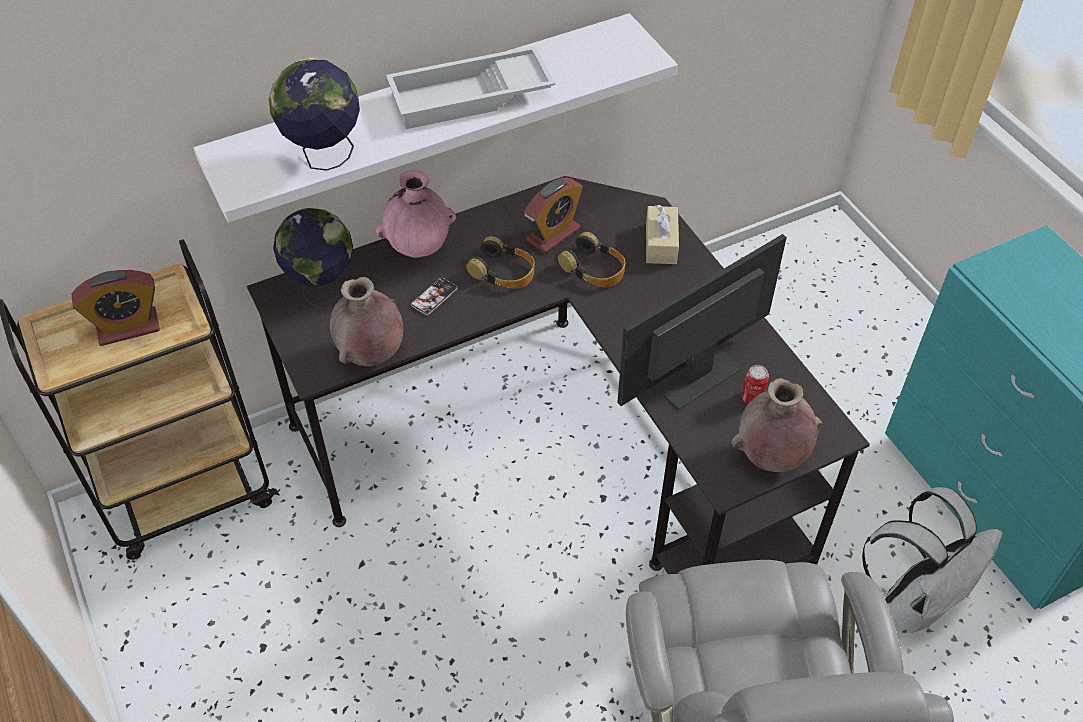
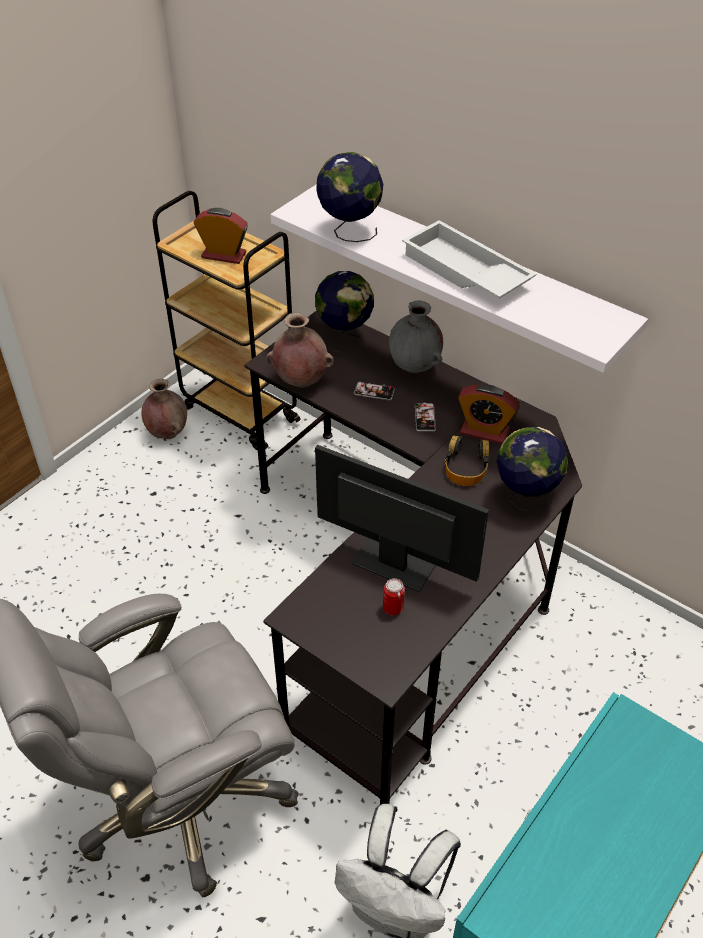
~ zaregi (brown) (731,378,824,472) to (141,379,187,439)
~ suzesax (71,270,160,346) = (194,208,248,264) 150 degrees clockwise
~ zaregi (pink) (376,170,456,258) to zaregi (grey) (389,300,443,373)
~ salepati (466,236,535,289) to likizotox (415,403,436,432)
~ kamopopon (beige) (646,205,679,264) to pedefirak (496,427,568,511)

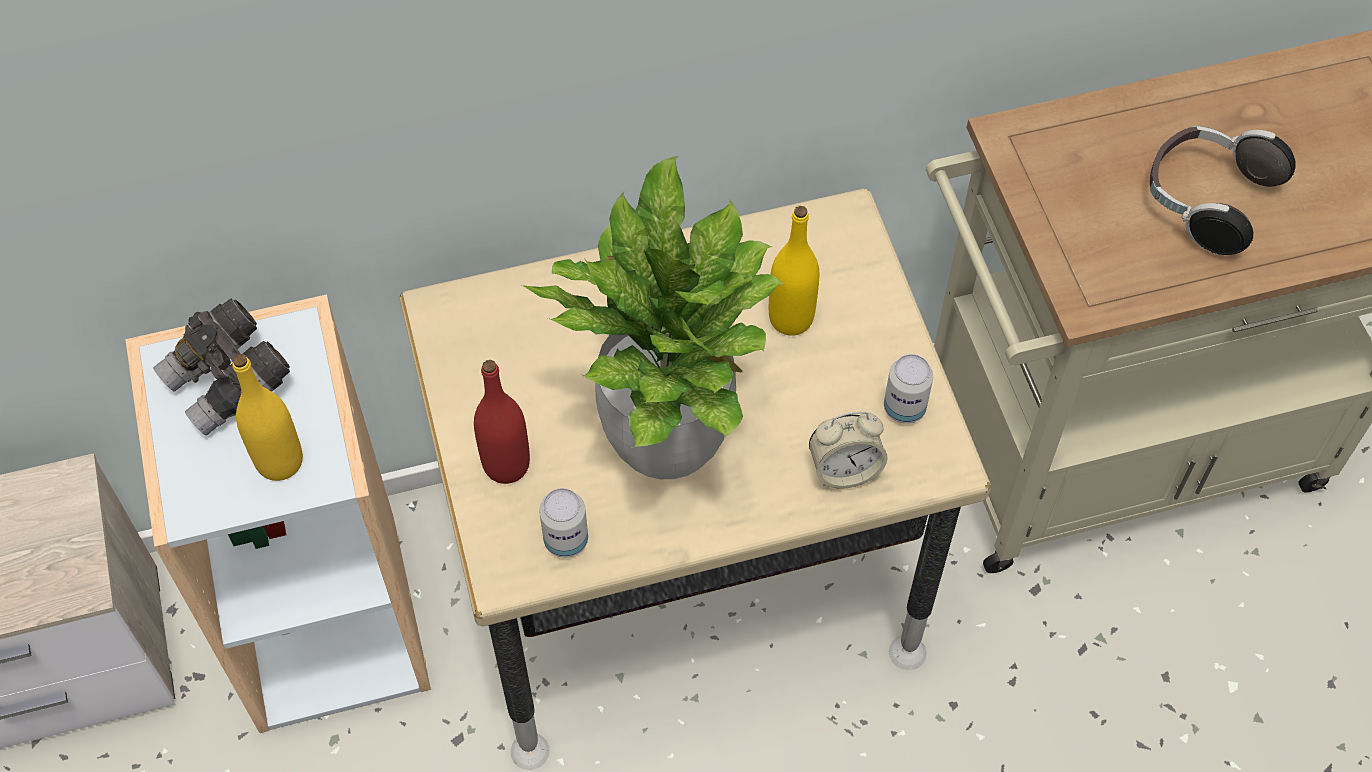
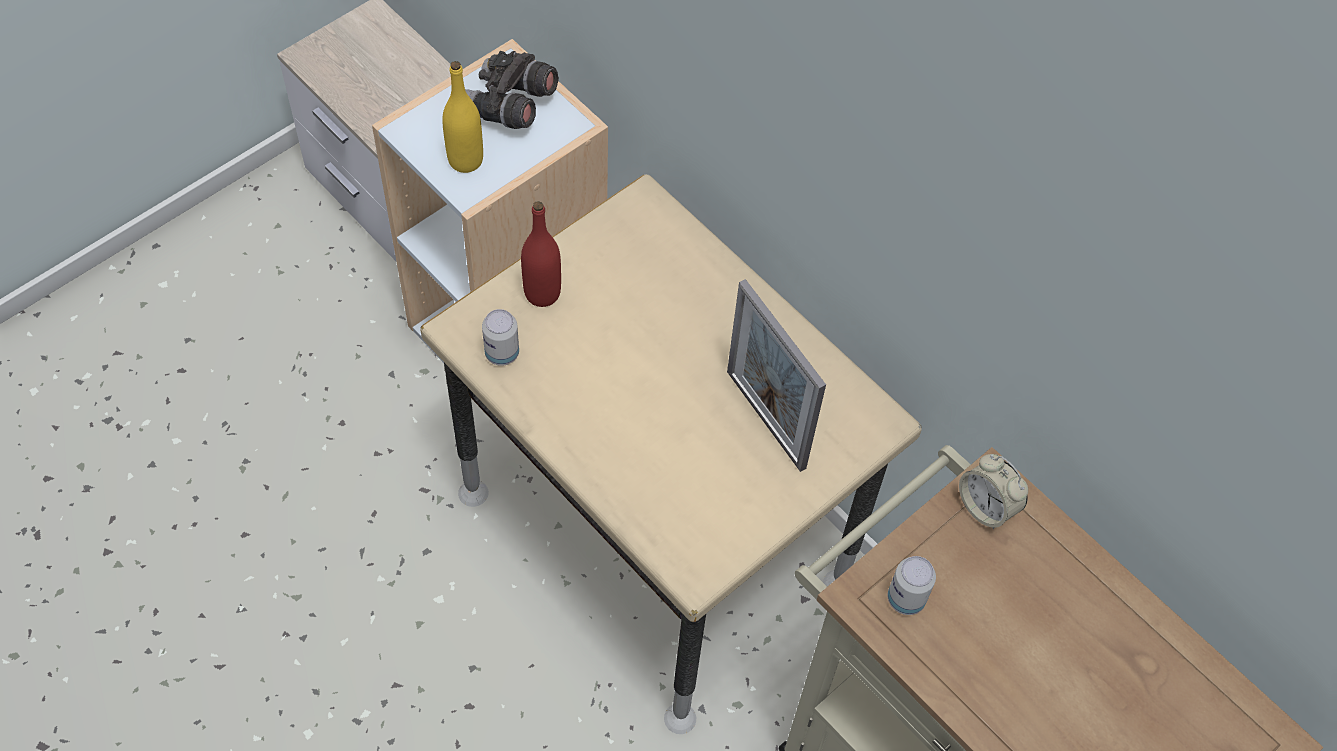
~ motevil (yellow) (769,206,819,336) to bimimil (727,279,826,472)
~ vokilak (884,354,933,424) to (888,556,936,615)
~ suzesax (809,412,888,489) to (959,454,1028,529)
- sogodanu (520,156,783,479)
- salepati (1150,126,1296,255)

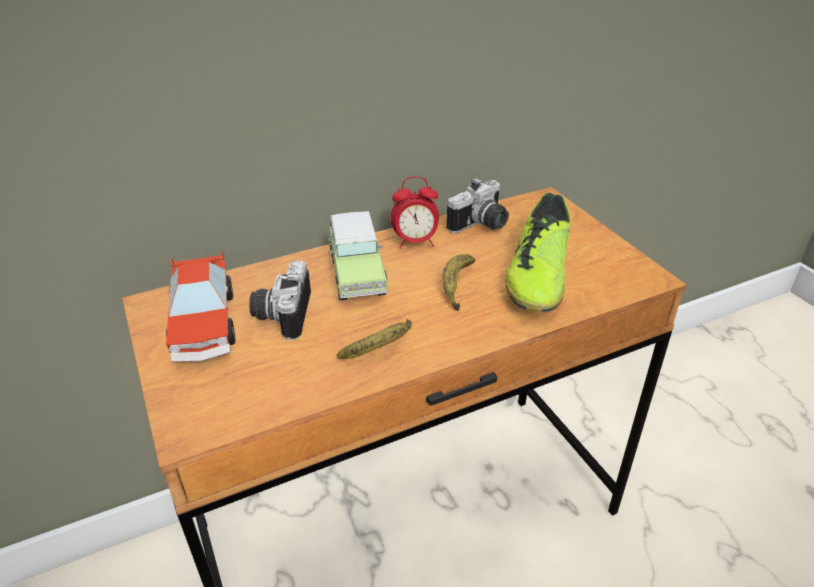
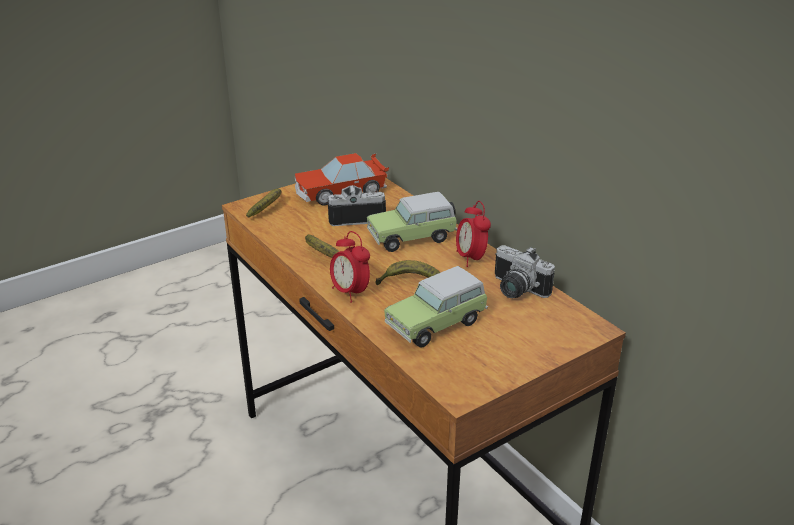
+ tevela (246,188,281,218)
+ suzesax (330,231,370,303)
~ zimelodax (505,193,571,312) to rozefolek (384,266,488,348)

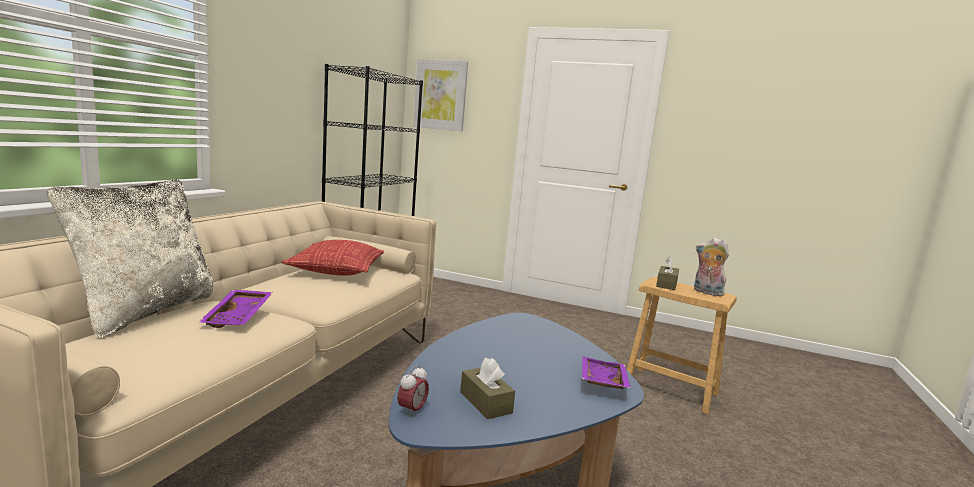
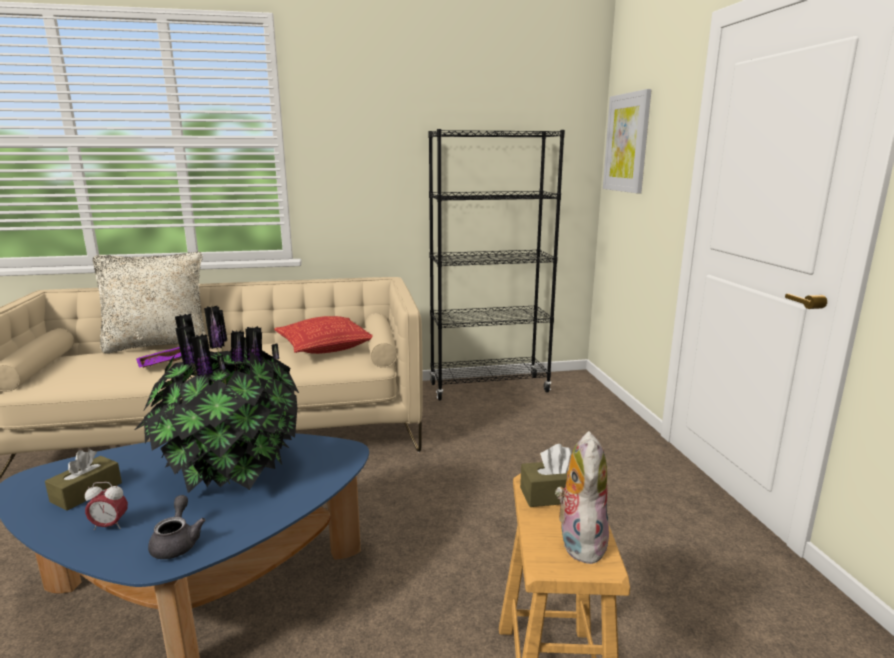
~ suzesax (397,365,429,418) to (85,482,128,530)
+ sogodanu (135,306,299,493)
~ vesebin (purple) (582,356,631,389) to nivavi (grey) (148,495,206,559)

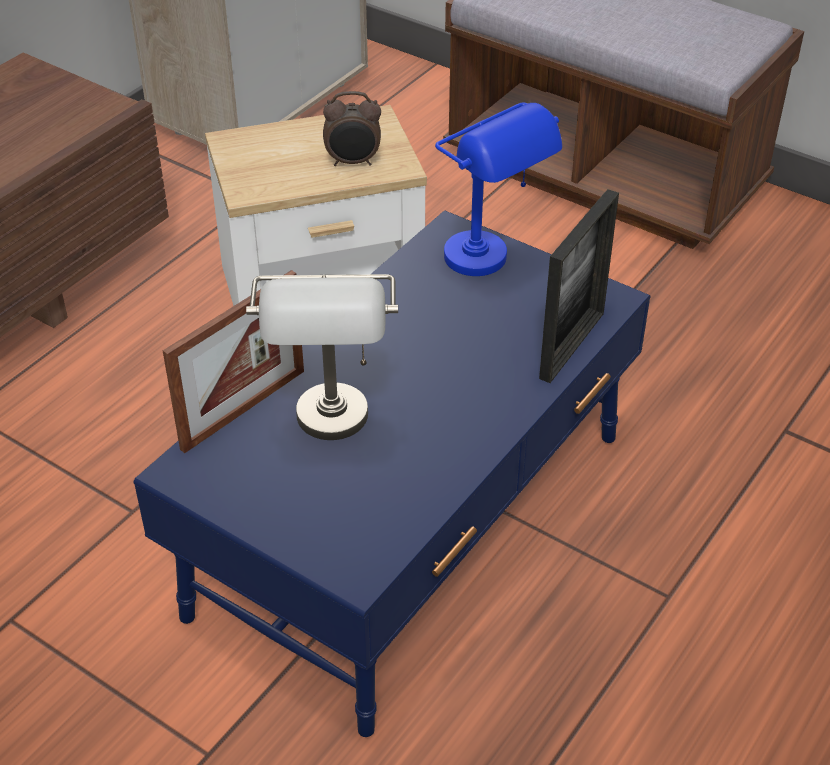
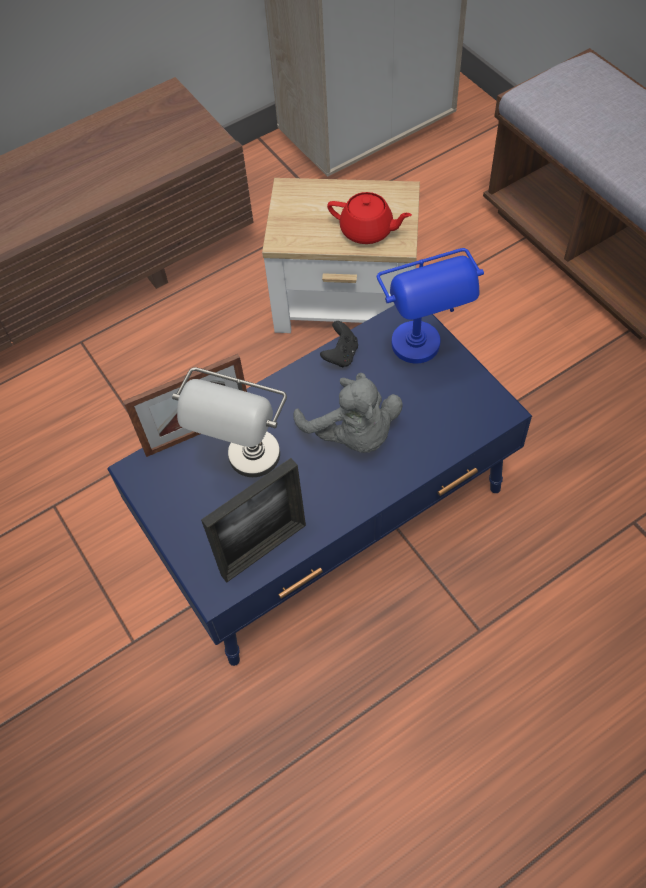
~ bimimil (539,189,619,383) to (201,458,306,583)
+ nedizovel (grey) (294,373,403,453)
+ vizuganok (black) (320,321,358,368)
~ suzesax (323,91,381,166) to nivavi (red) (327,192,412,244)

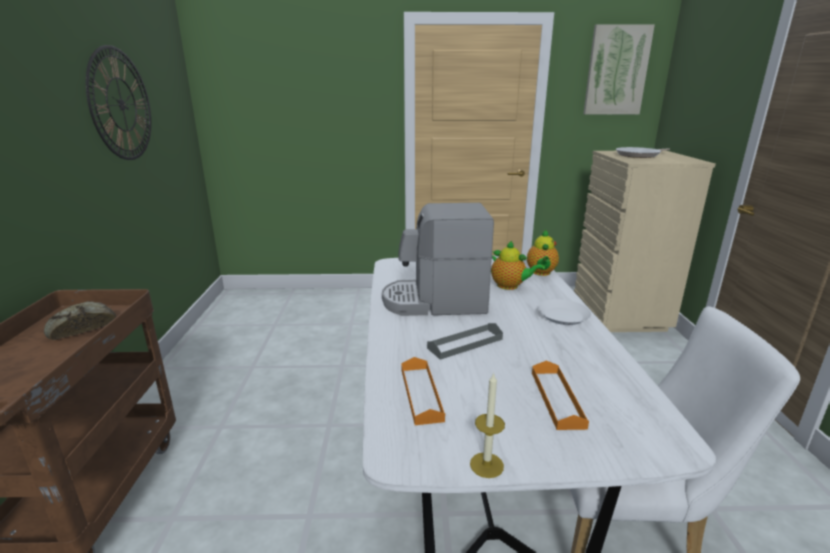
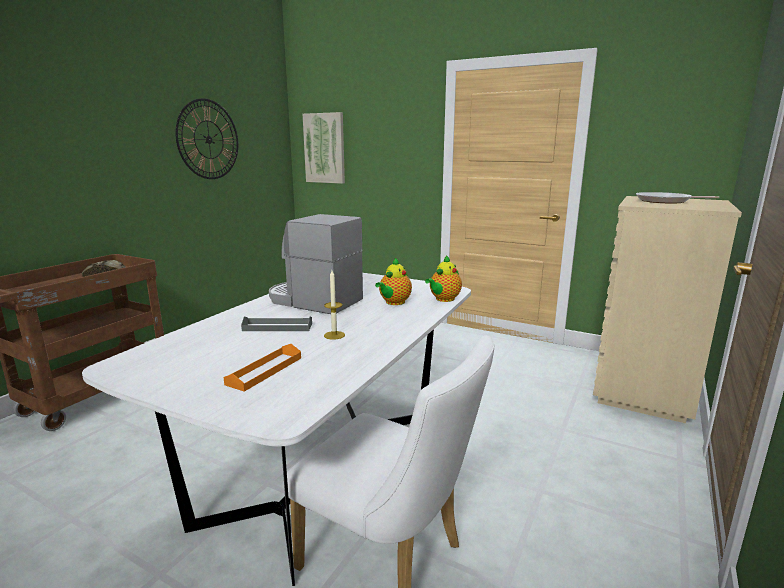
~ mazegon (583,24,655,114) to (303,112,345,184)
~ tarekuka (470,373,505,478) to (324,271,345,340)
~ nivavi (491,241,545,290) = (375,258,412,305) 60 degrees clockwise
- vesebin (orange) (401,357,445,425)
- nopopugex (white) (537,299,592,325)

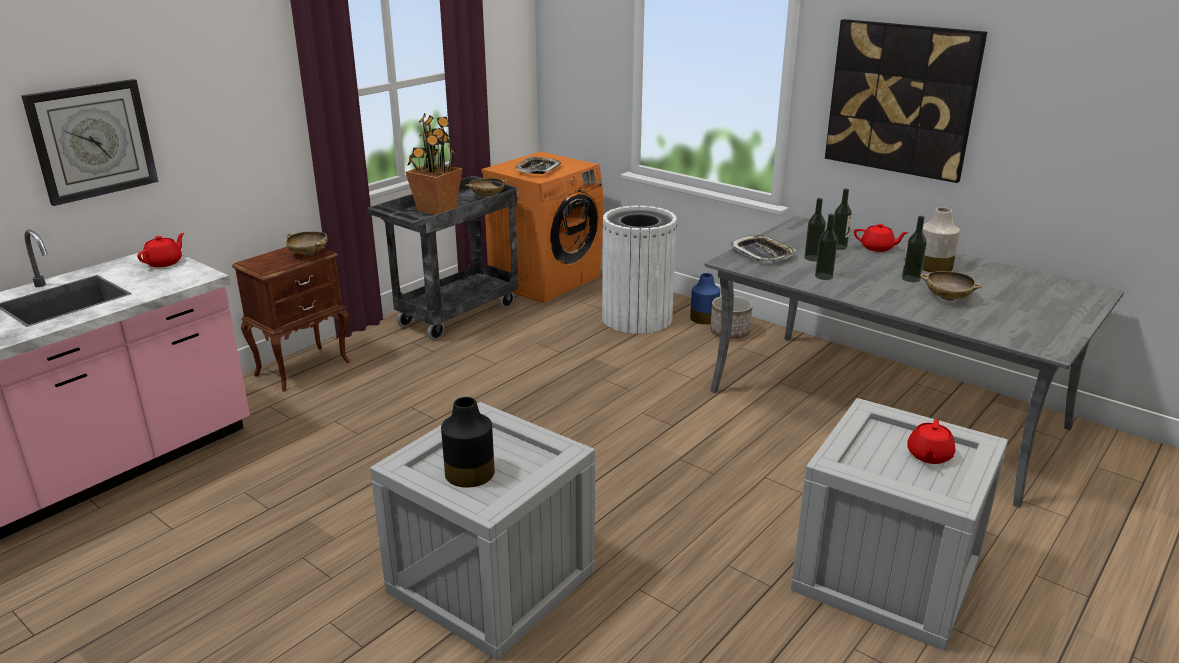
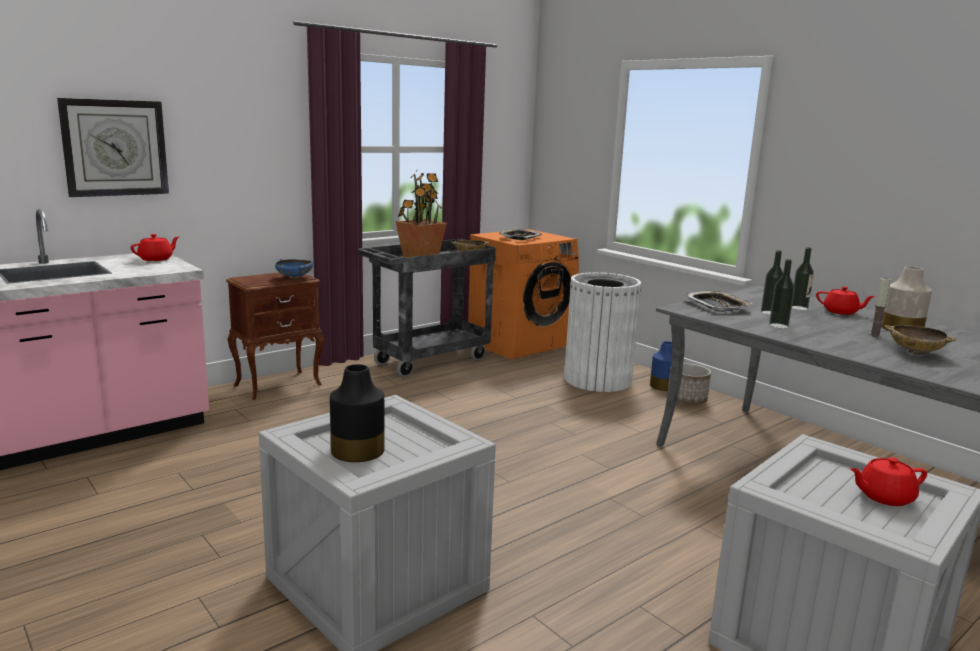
~ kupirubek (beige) (286,231,328,256) to kupirubek (blue) (275,259,313,279)
~ nivavi (red) (907,419,955,464) = (850,457,927,506) 45 degrees clockwise
~ motevil (902,216,927,282) to tarekuka (870,277,891,337)
- mazegon (825,19,987,183)

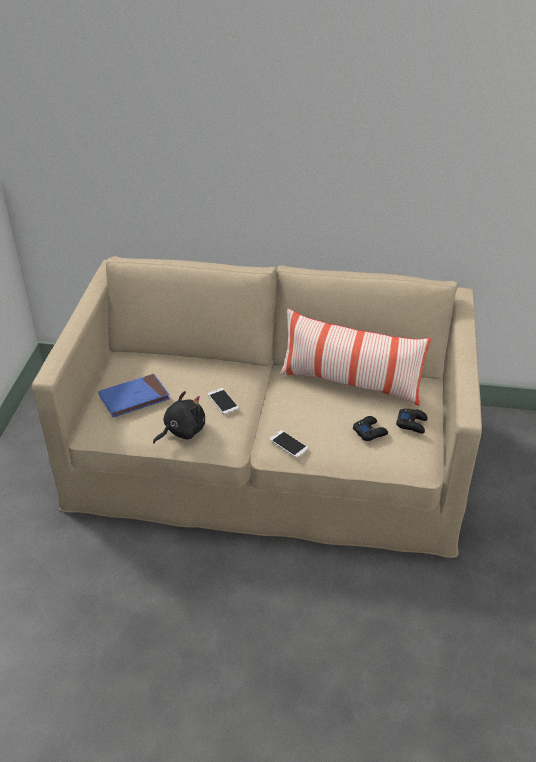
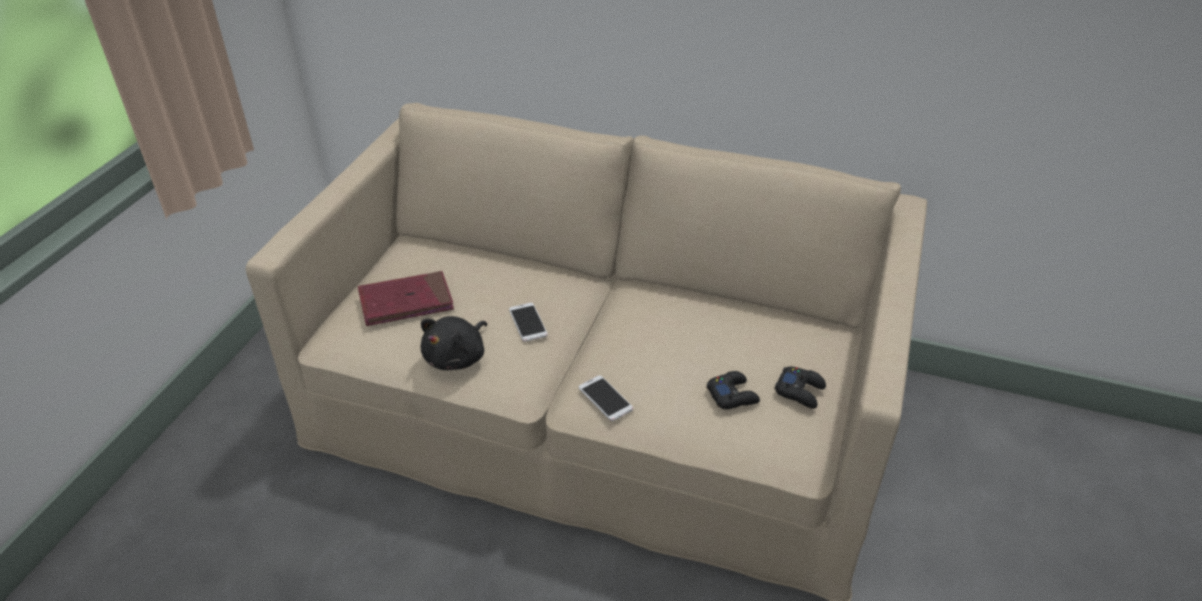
~ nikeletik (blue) (98,374,170,417) to nikeletik (red) (358,271,454,326)
~ nedizovel (black) (153,391,205,444) = (420,316,487,370) 150 degrees clockwise
- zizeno (280,309,431,406)

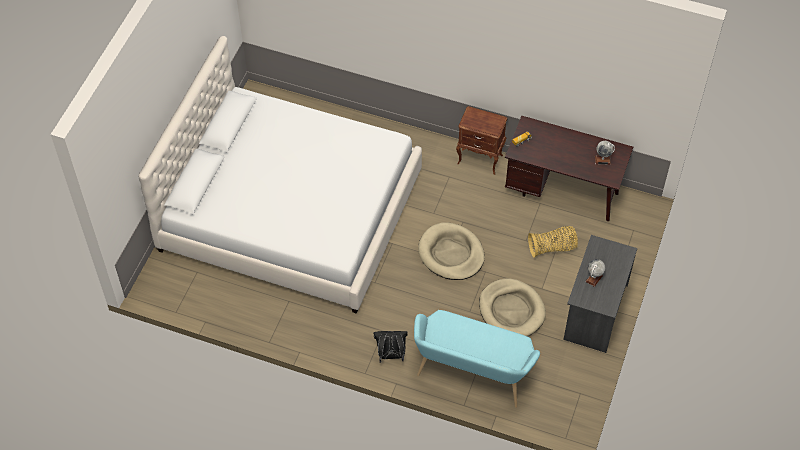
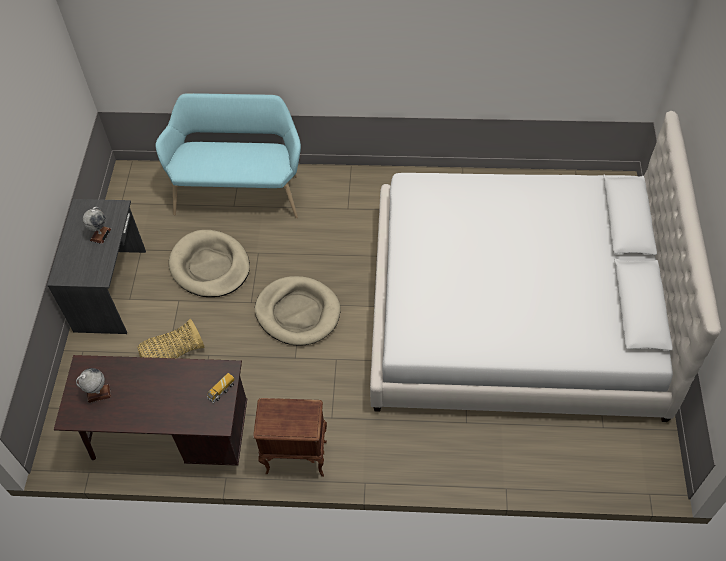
- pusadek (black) (373,331,408,363)

